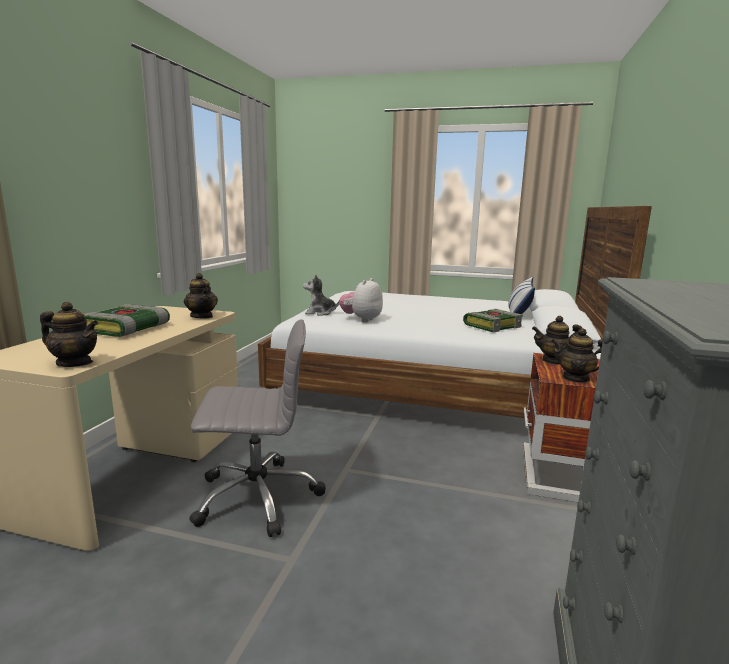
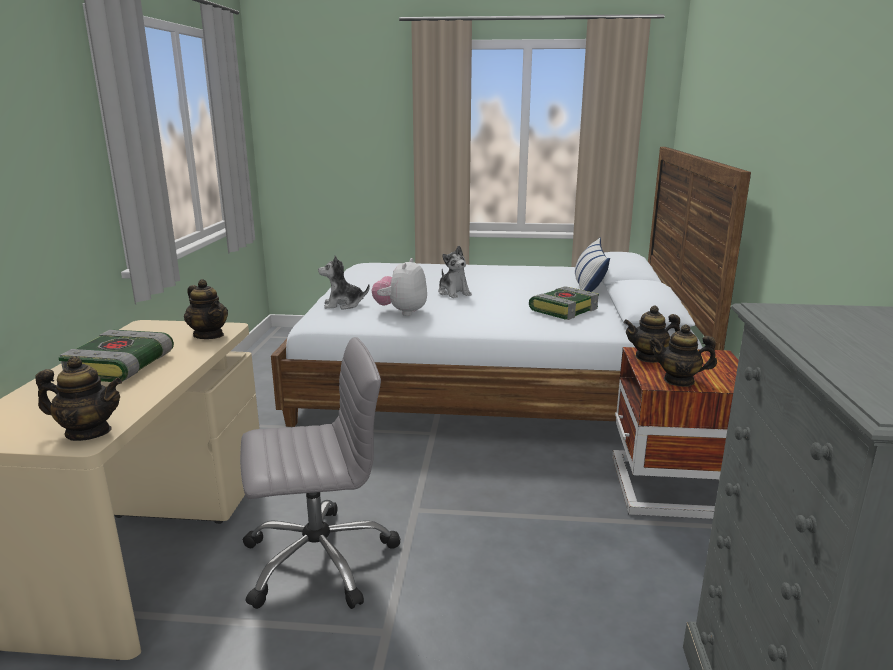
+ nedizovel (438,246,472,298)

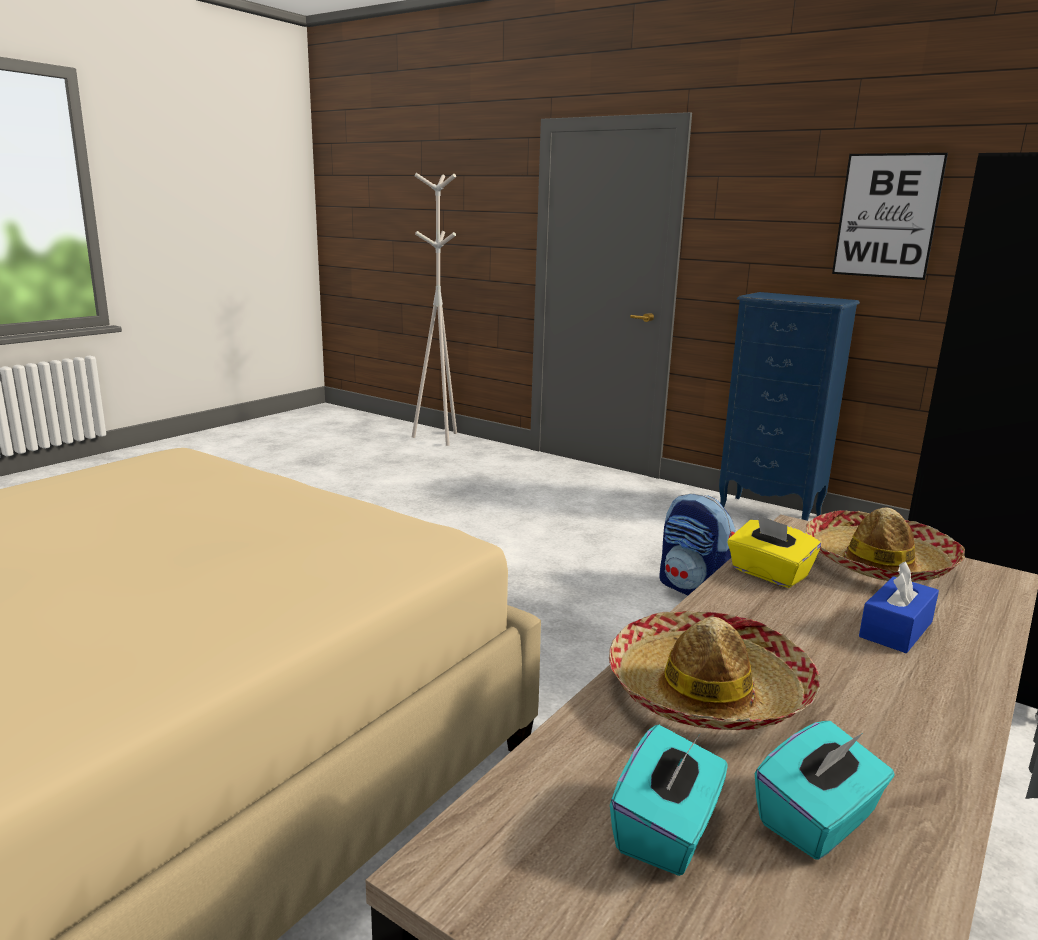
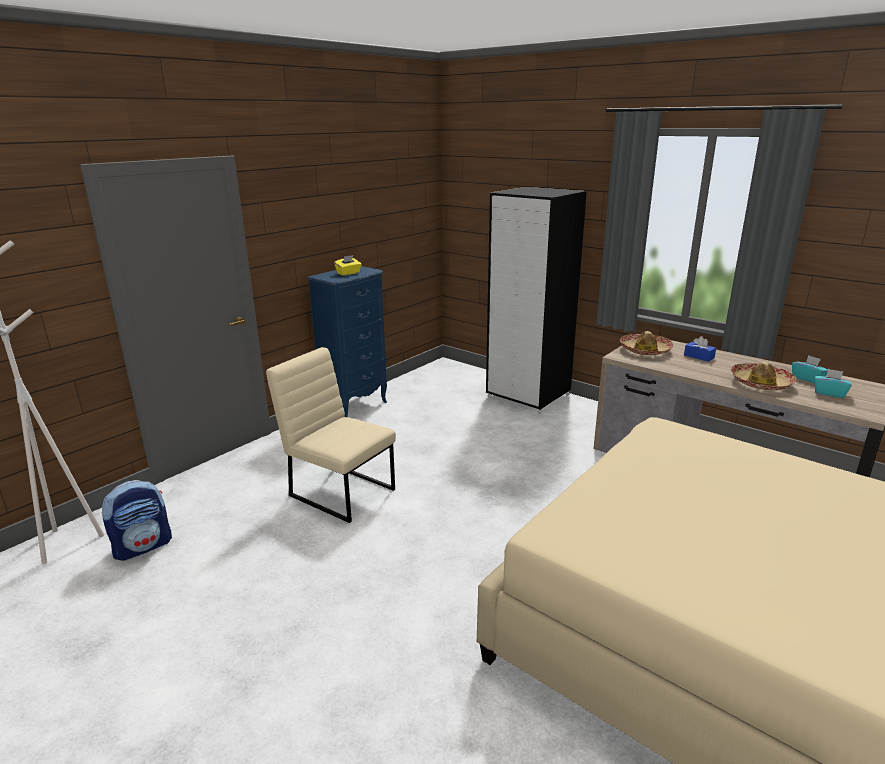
~ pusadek (659,493,735,595) to (102,480,172,561)
+ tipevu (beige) (266,347,396,523)
~ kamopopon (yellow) (727,515,821,588) to (334,255,362,276)
- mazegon (832,153,948,280)

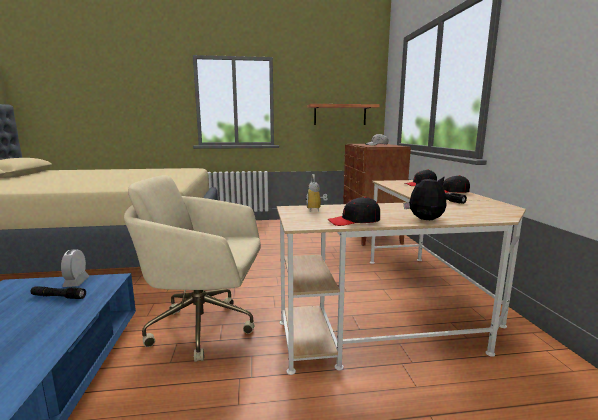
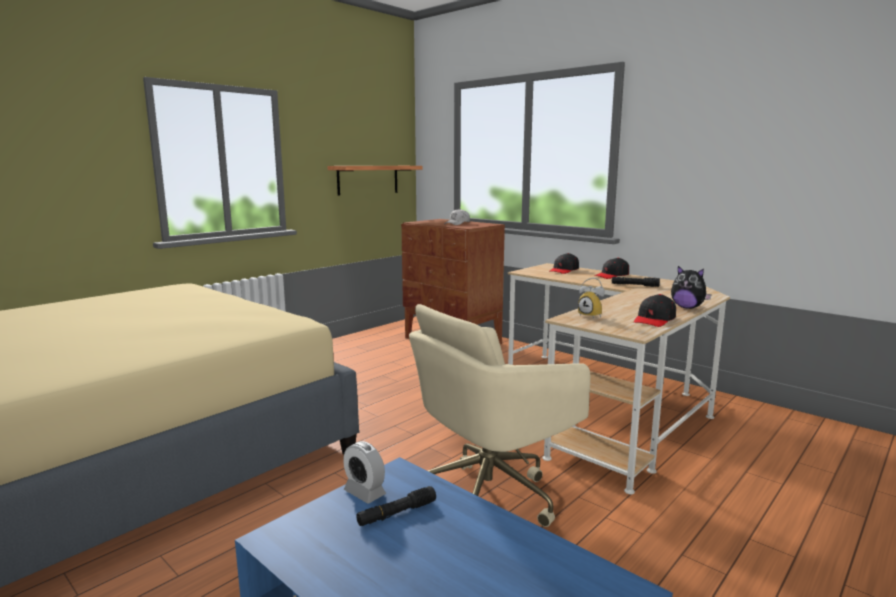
~ nedizovel (404,175,447,220) = (671,266,712,309) 135 degrees counterclockwise

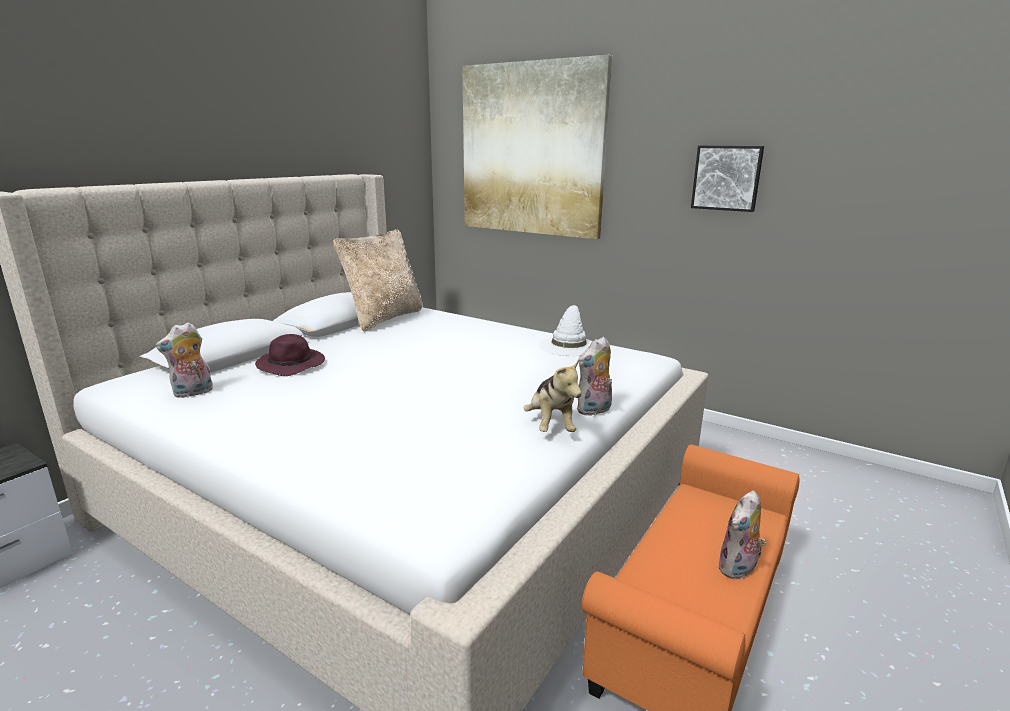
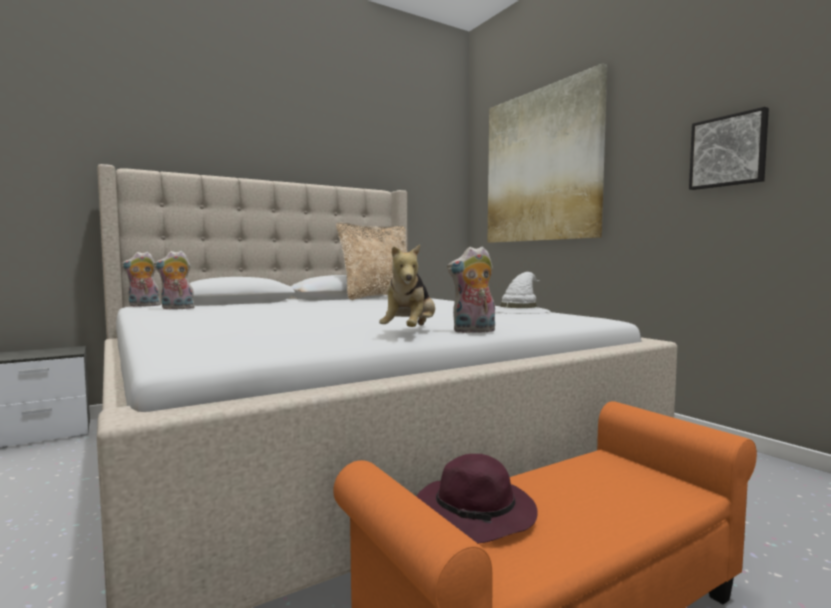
~ nedizovel (717,491,766,579) to (121,252,162,307)
~ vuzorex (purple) (255,334,325,376) to (416,454,538,543)

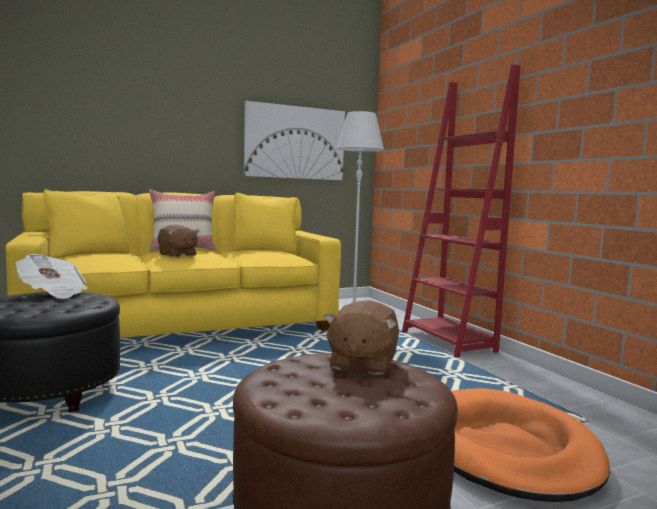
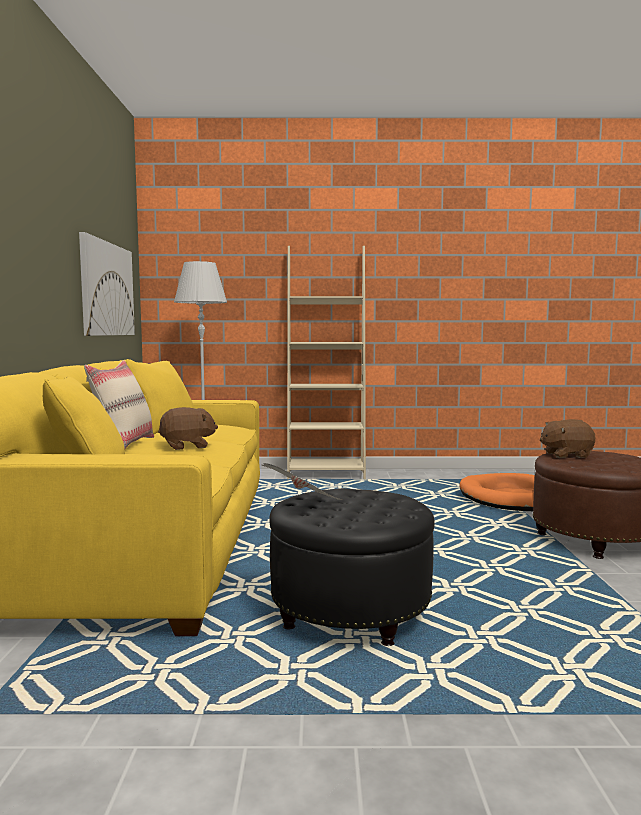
~ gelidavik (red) (402,64,520,358) to gelidavik (beige) (287,246,366,479)
~ nedizovel (brown) (324,300,399,375) = (540,419,596,458) 135 degrees clockwise

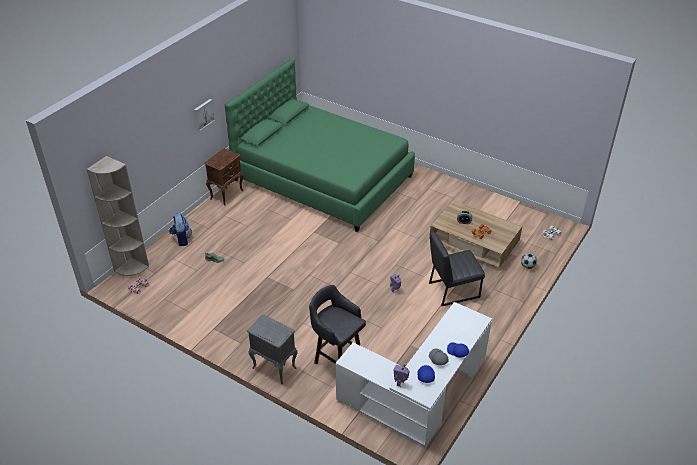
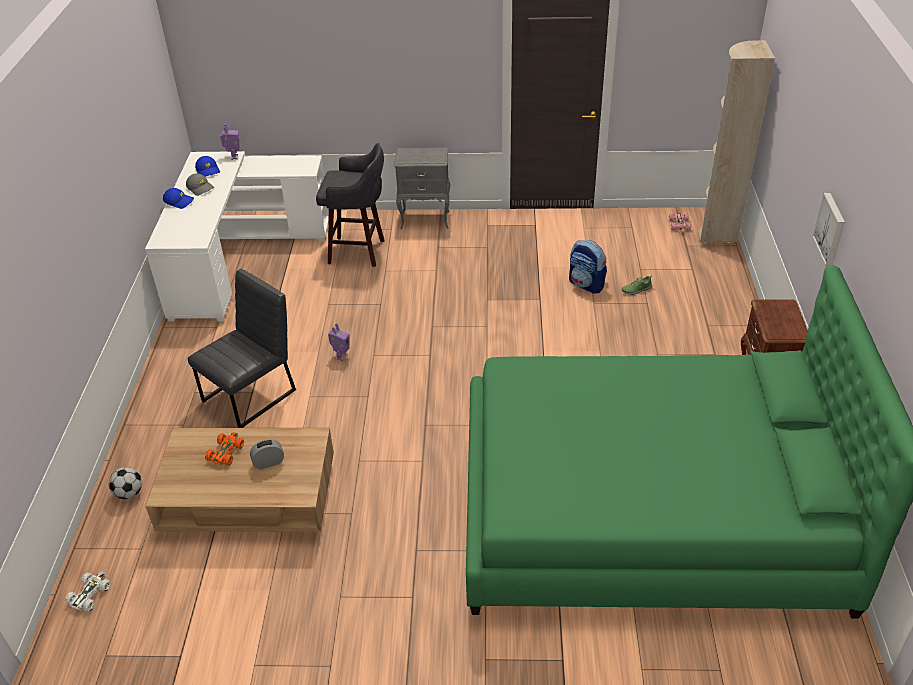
~ pusadek (169,213,192,246) to (569,240,607,294)

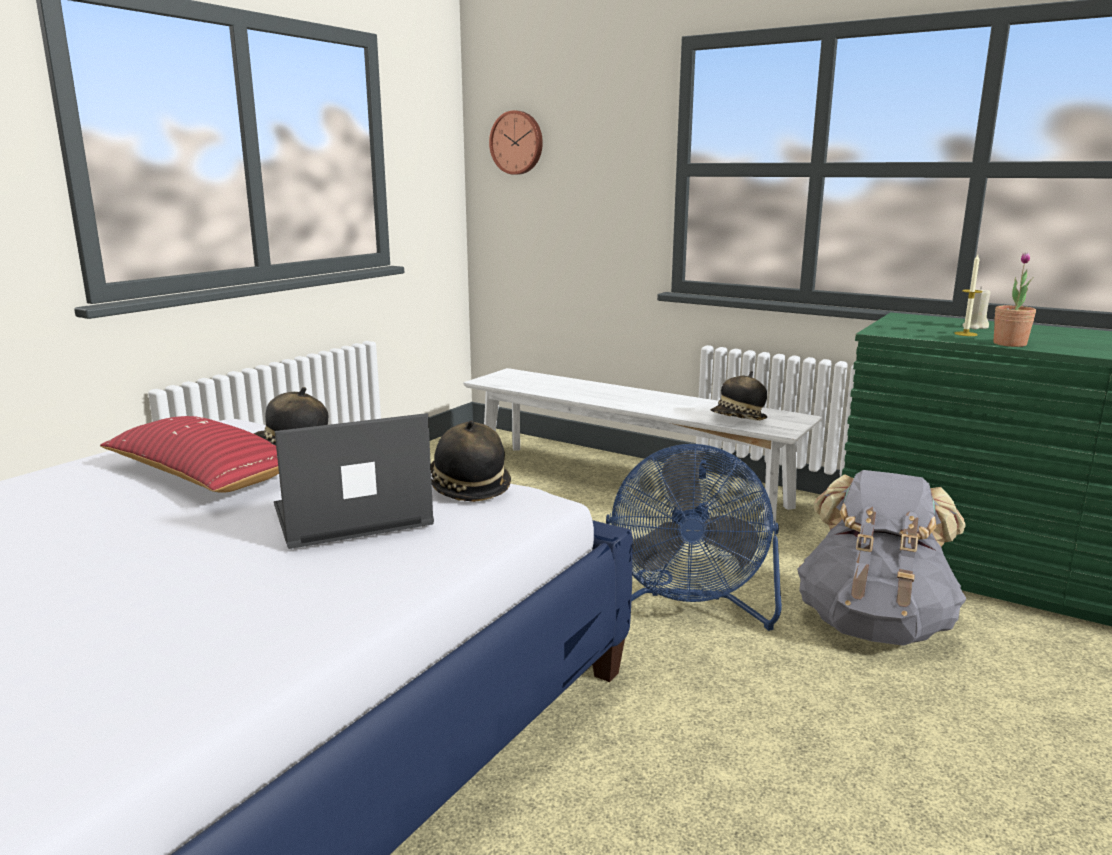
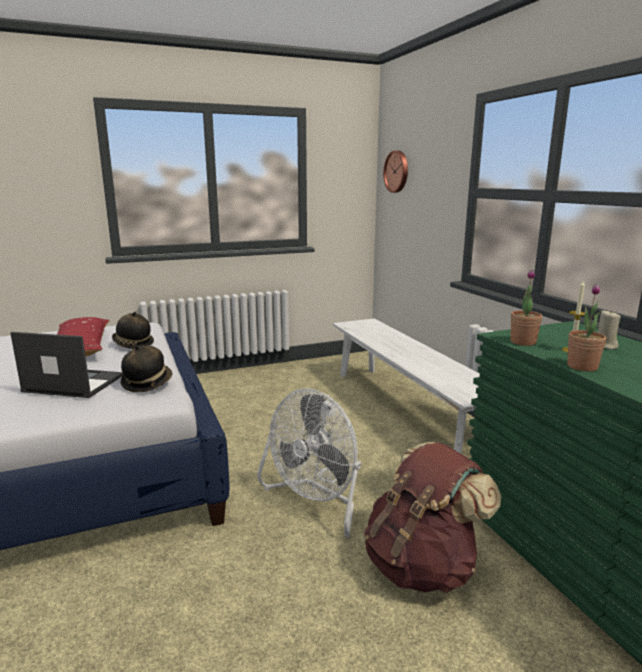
~ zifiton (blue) (606,444,782,631) to zifiton (white) (257,388,361,538)
~ pusadek (grey) (797,470,967,646) to pusadek (brown) (364,442,501,593)
+ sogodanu (510,270,542,346)
- vuzorex (711,371,767,421)

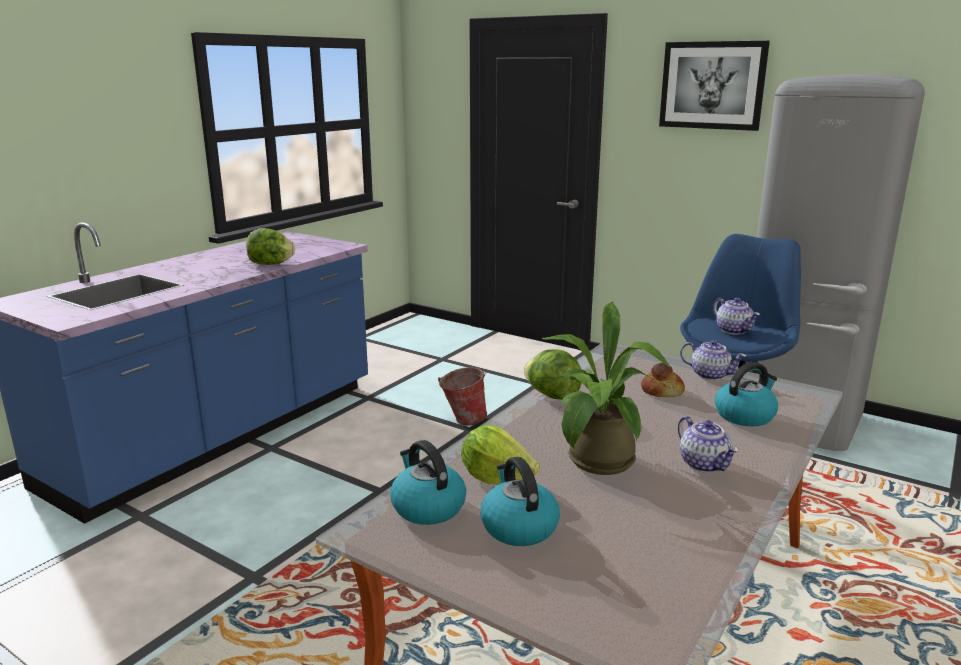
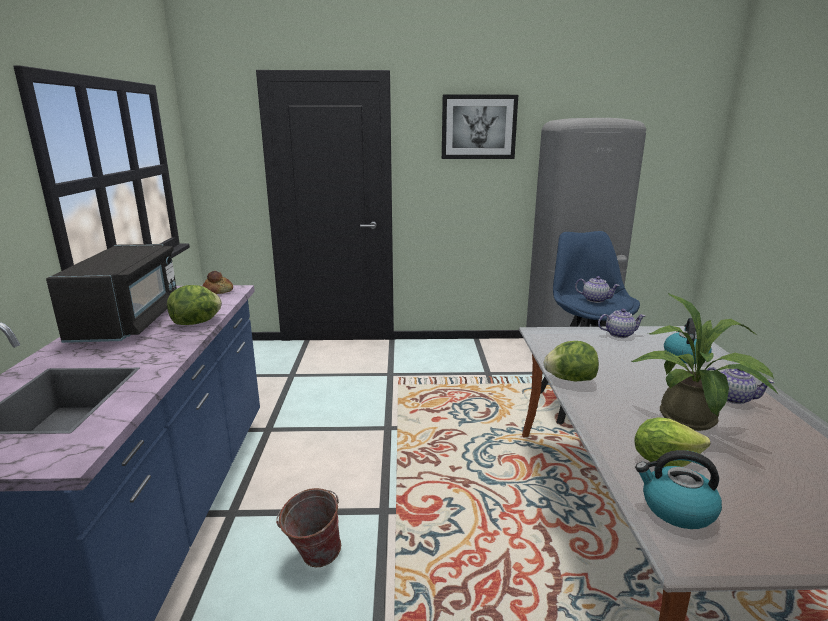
+ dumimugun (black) (46,244,177,343)
~ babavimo (641,363,685,397) to (203,271,233,294)
~ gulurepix (438,367,487,426) to (276,488,341,567)
- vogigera (481,457,560,546)

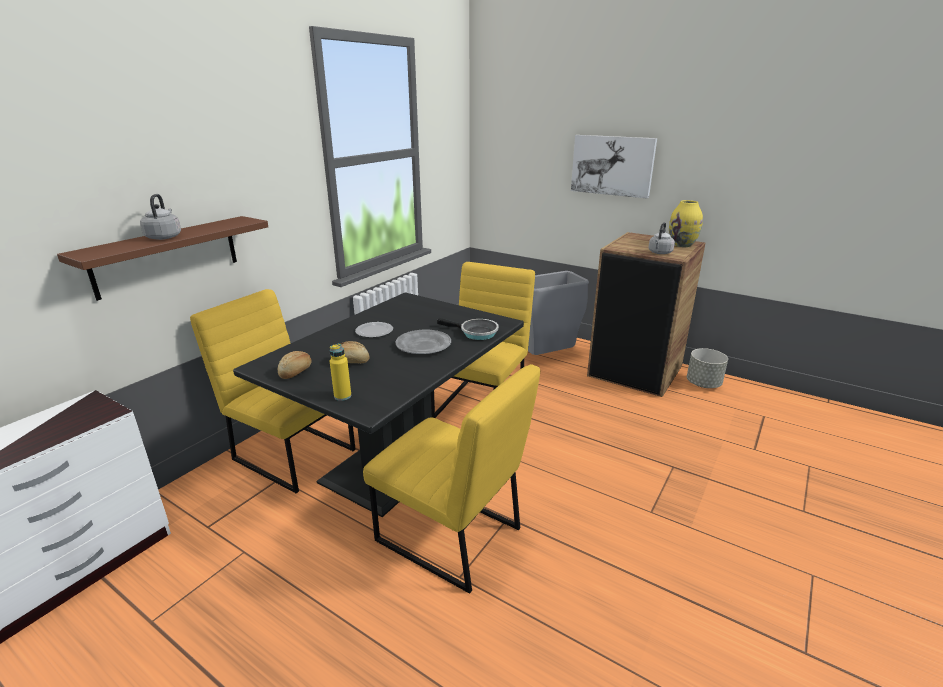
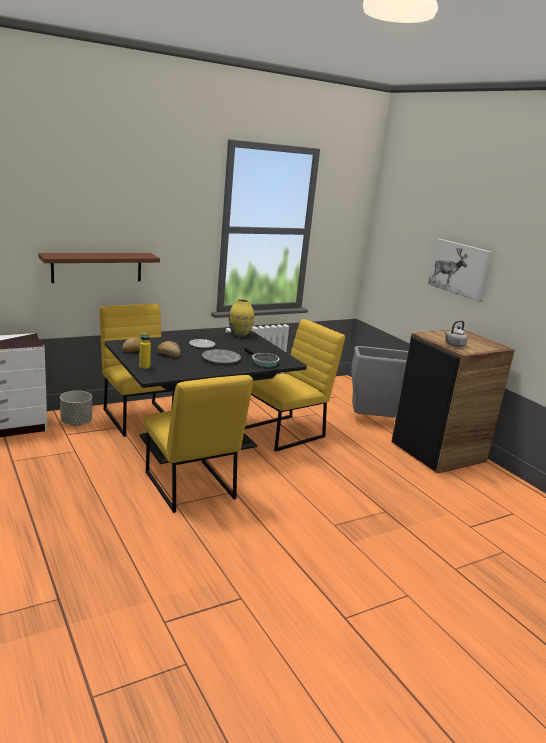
~ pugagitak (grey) (687,348,728,388) to (60,391,92,426)
~ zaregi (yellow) (669,200,703,247) to (229,299,254,337)
- vogigera (grey) (140,194,181,240)

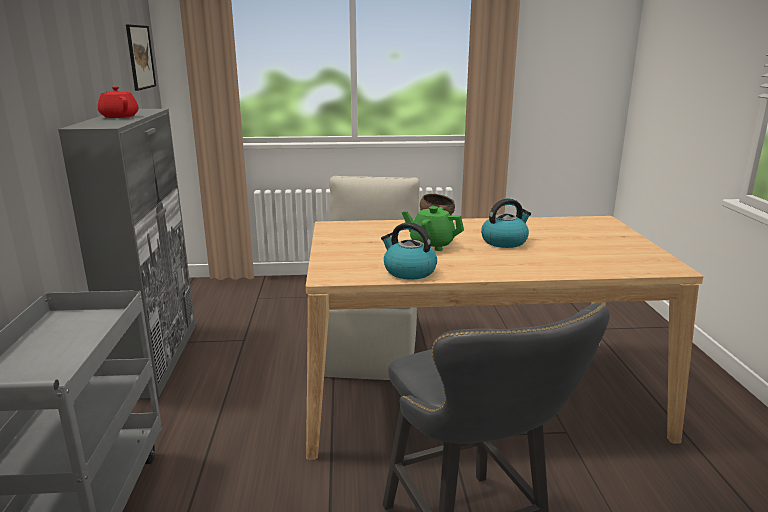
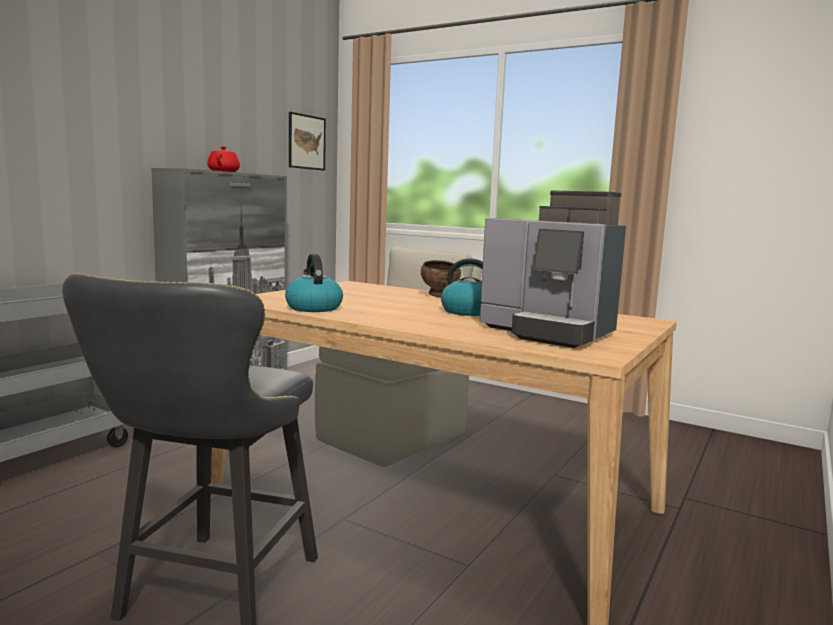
+ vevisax (480,190,626,348)
- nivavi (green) (402,206,464,251)

